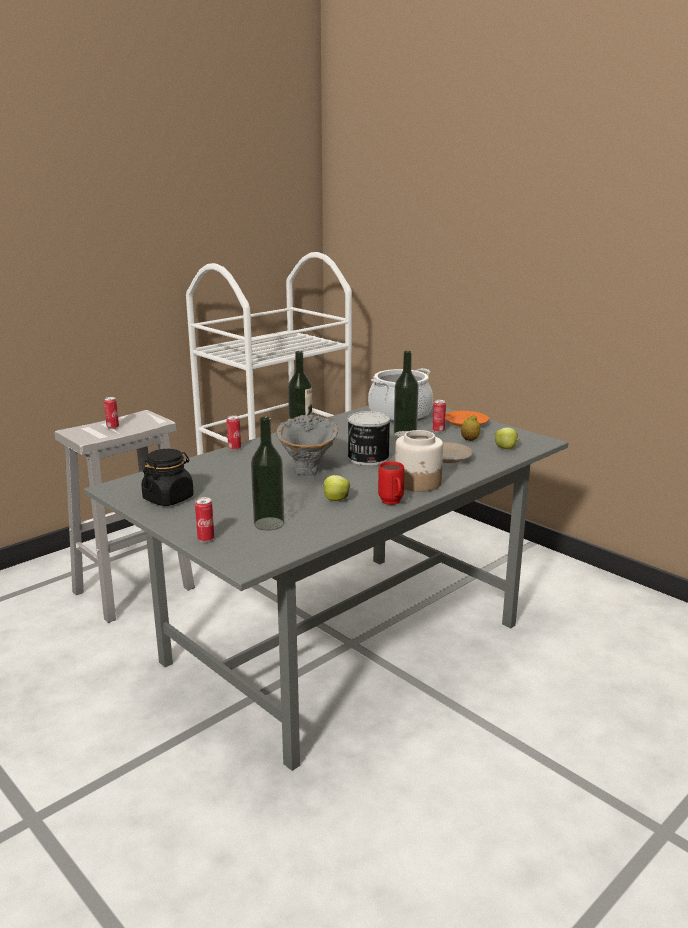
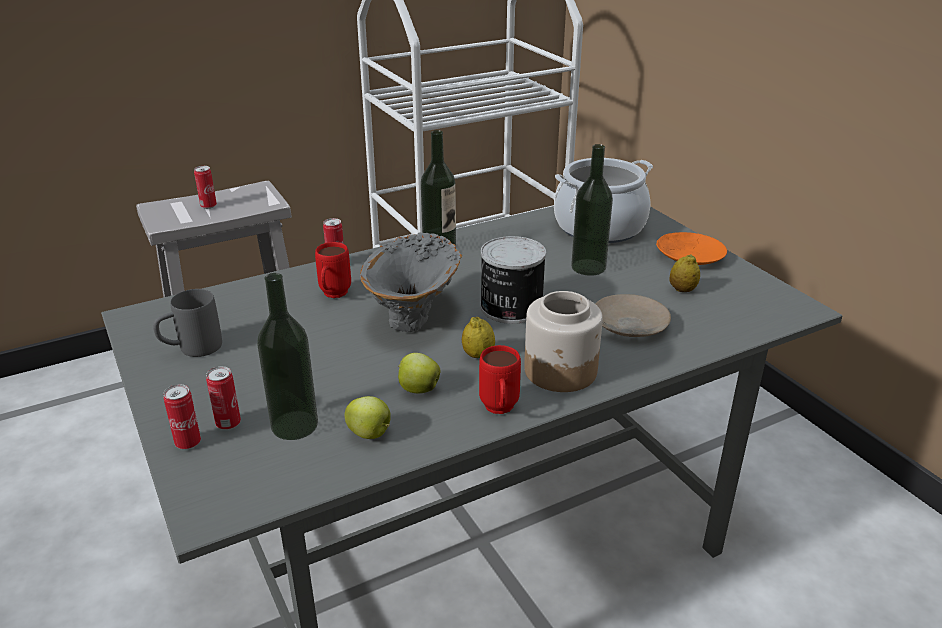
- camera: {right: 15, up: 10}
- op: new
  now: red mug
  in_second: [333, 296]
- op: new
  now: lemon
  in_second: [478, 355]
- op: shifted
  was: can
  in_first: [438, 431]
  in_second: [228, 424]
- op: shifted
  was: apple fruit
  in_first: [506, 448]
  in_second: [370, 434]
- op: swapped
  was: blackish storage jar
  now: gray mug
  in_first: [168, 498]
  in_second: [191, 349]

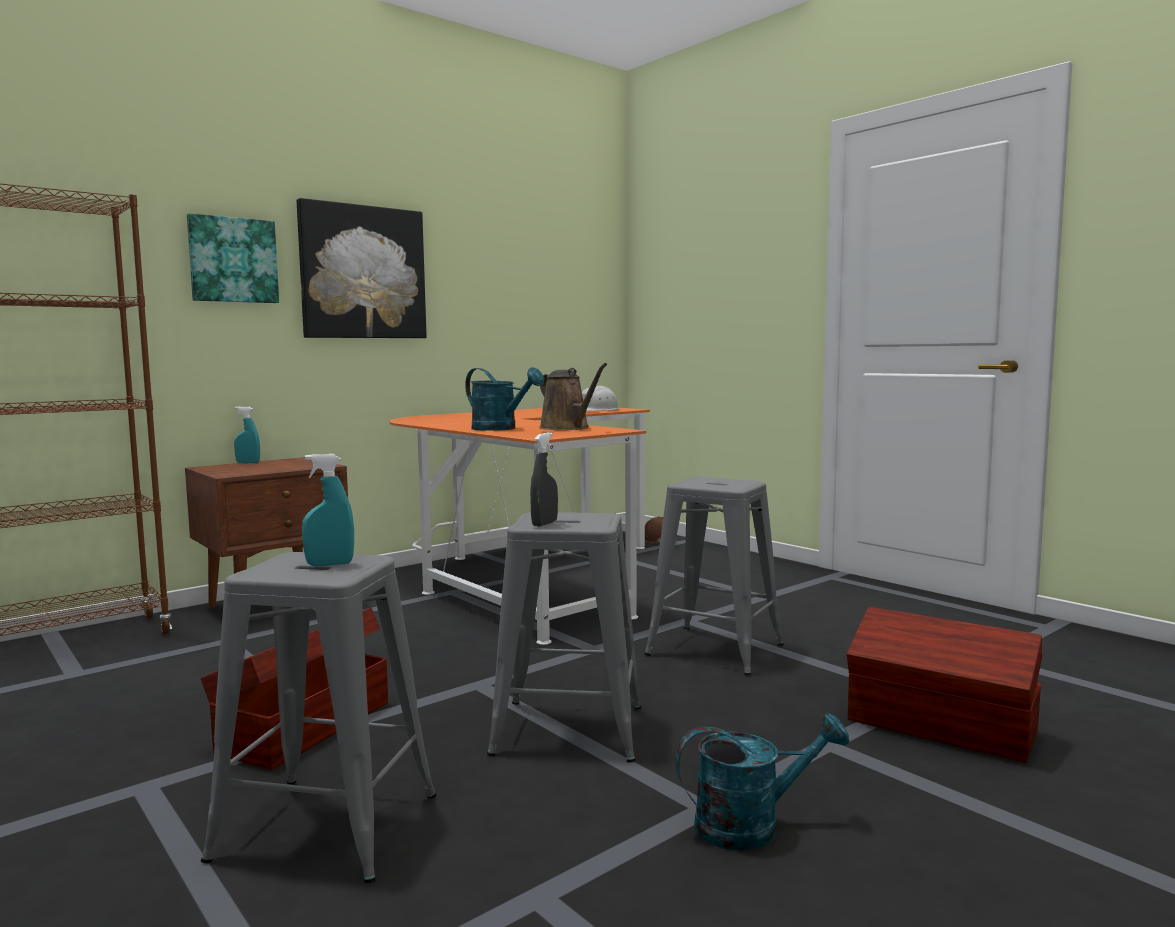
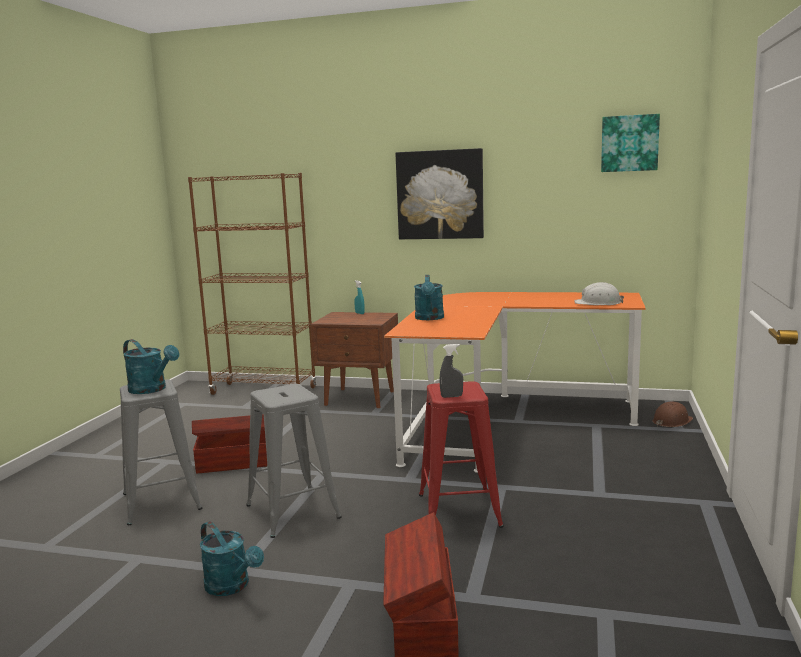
- camera: {right: 55, up: 5}
- op: gone
  was: brown sprinkling can
  in_first: [567, 428]
- op: shifted
  was: picture
  in_first: [233, 260]
  in_second: [629, 143]
- op: shifted
  was: gray hand sprayer
  in_first: [544, 524]
  in_second: [451, 396]
- op: swapped
  was: blue-green hand sprayer
  now: blue-green sprinkling can
  in_first: [329, 564]
  in_second: [152, 389]
- op: repainted
  was: gray sitting stool
  now: red sitting stool
  in_first: [715, 650]
  in_second: [459, 510]

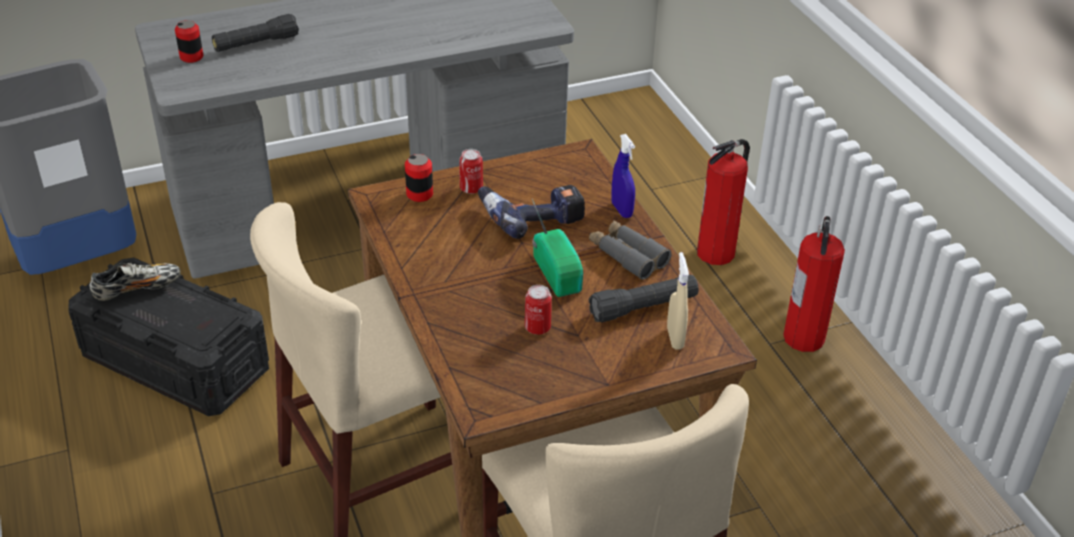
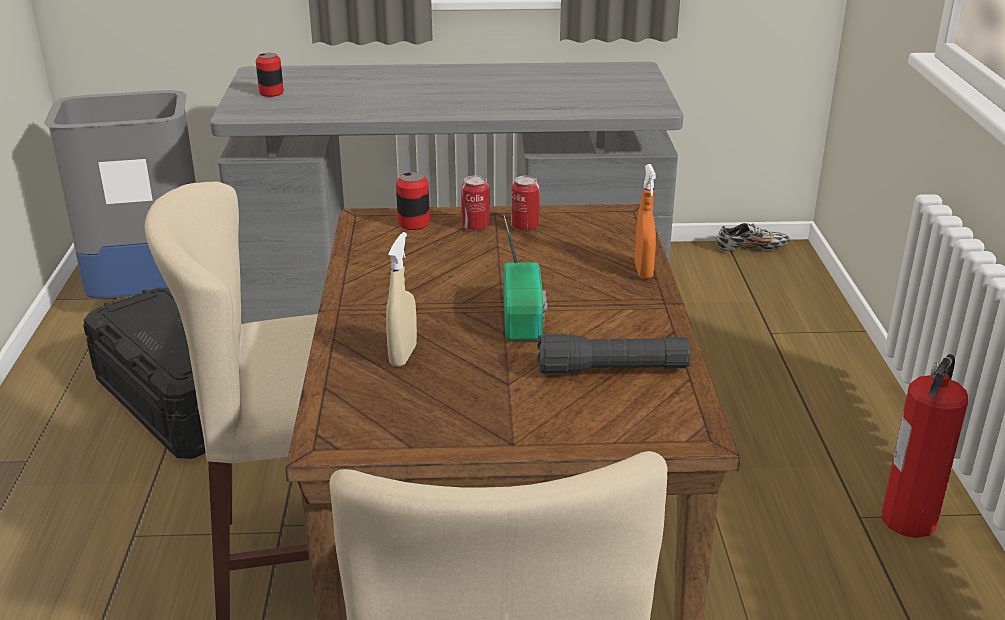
- camera: {right: 20, up: -10}
- op: gone
  was: blackish hand torch
  in_first: [256, 44]
- op: gone
  was: drill
  in_first: [531, 215]
- op: gone
  was: gray binoculars
  in_first: [627, 255]
- op: gone
  was: fire-fighting cylinder
  in_first: [716, 252]
- op: shifted
  was: shoe
  in_first: [137, 289]
  in_second: [751, 249]
- op: shifted
  was: can
  in_first: [537, 327]
  in_second: [525, 227]
- op: shifted
  was: beige hand sprayer
  in_first: [675, 338]
  in_second: [403, 355]
- op: repainted
  was: blue hand sprayer
  now: orange hand sprayer
  in_first: [621, 210]
  in_second: [643, 271]

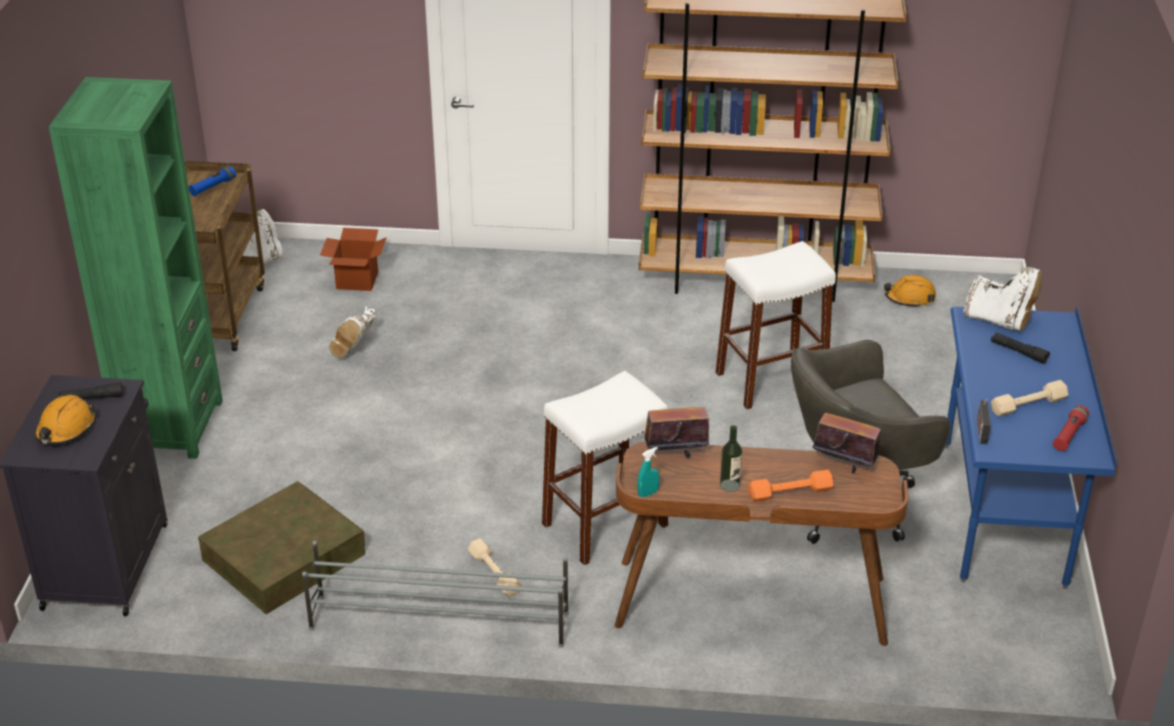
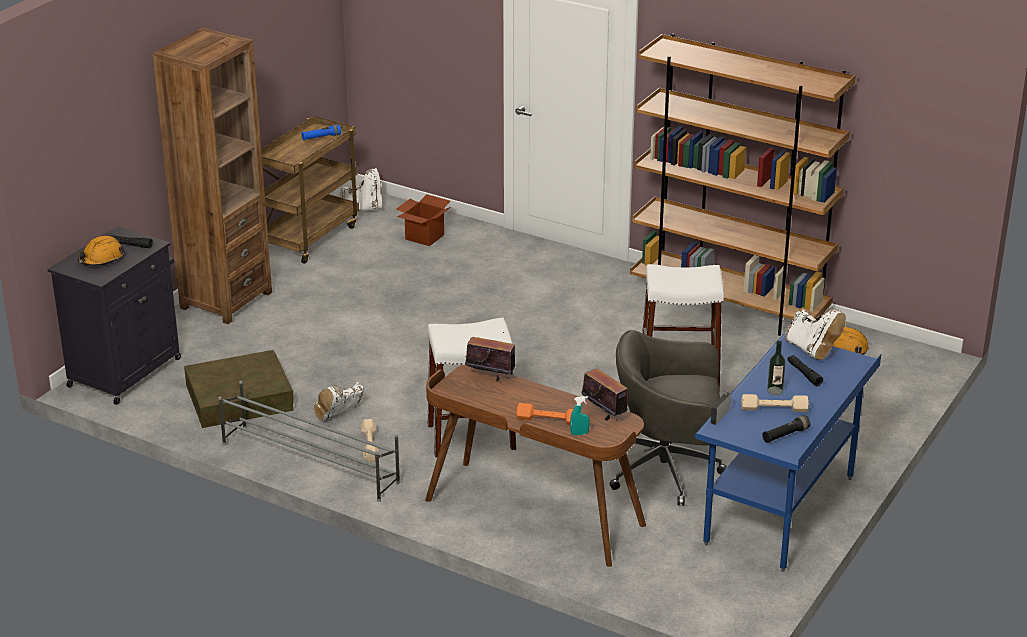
- camera: {right: 25, up: -5}
- op: shifted
  was: whitish boot
  in_first: [355, 349]
  in_second: [339, 416]
- op: shifted
  was: blue-green hand sprayer
  in_first: [648, 493]
  in_second: [579, 433]
- op: shifted
  was: drink bottle
  in_first: [729, 485]
  in_second: [775, 390]
- op: repainted
  was: greenish bookshelf
  now: brown bookshelf
  in_first: [170, 426]
  in_second: [226, 300]
- op: repainted
  was: red hand torch
  now: blackish hand torch
  in_first: [1069, 435]
  in_second: [785, 435]

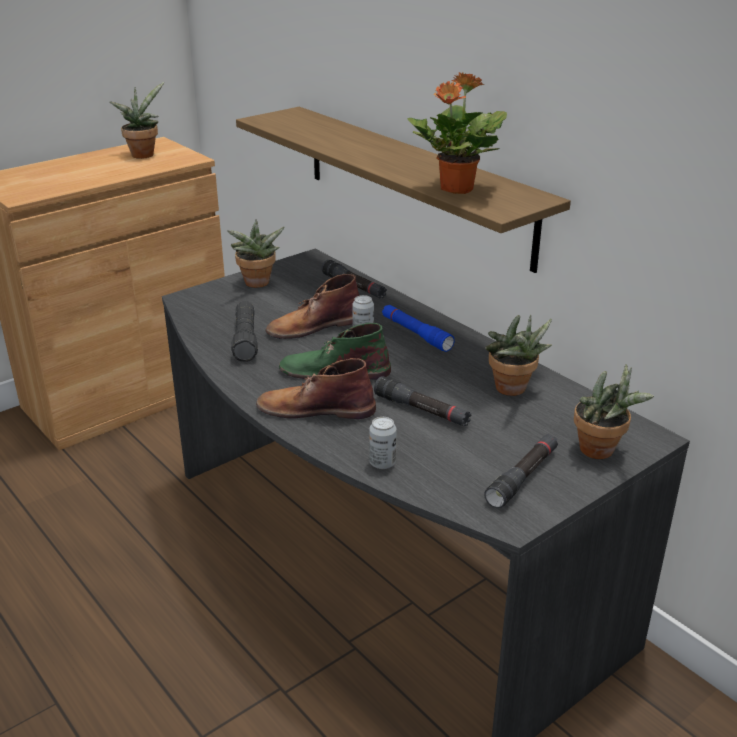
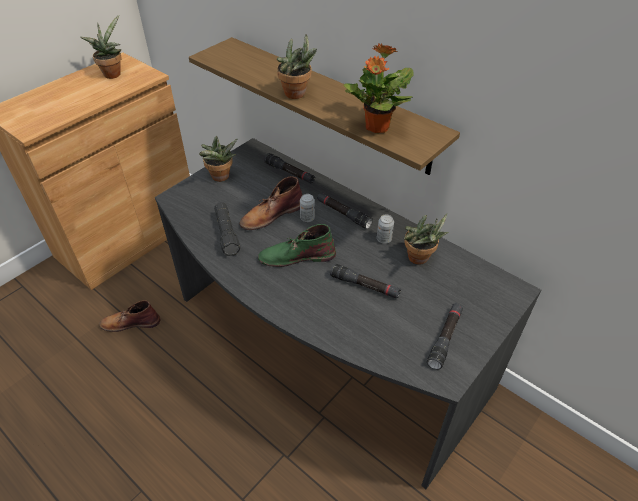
- camera: {right: -10, up: 15}
- op: shifted
  was: brown boot
  in_first: [315, 409]
  in_second: [130, 323]
- op: shifted
  was: can
  in_first: [382, 463]
  in_second: [384, 239]
- op: shifted
  was: plant in a pot
  in_first: [602, 451]
  in_second: [298, 94]
- op: repainted
  was: blue hand torch
  now: blackish hand torch
  in_first: [416, 334]
  in_second: [343, 214]

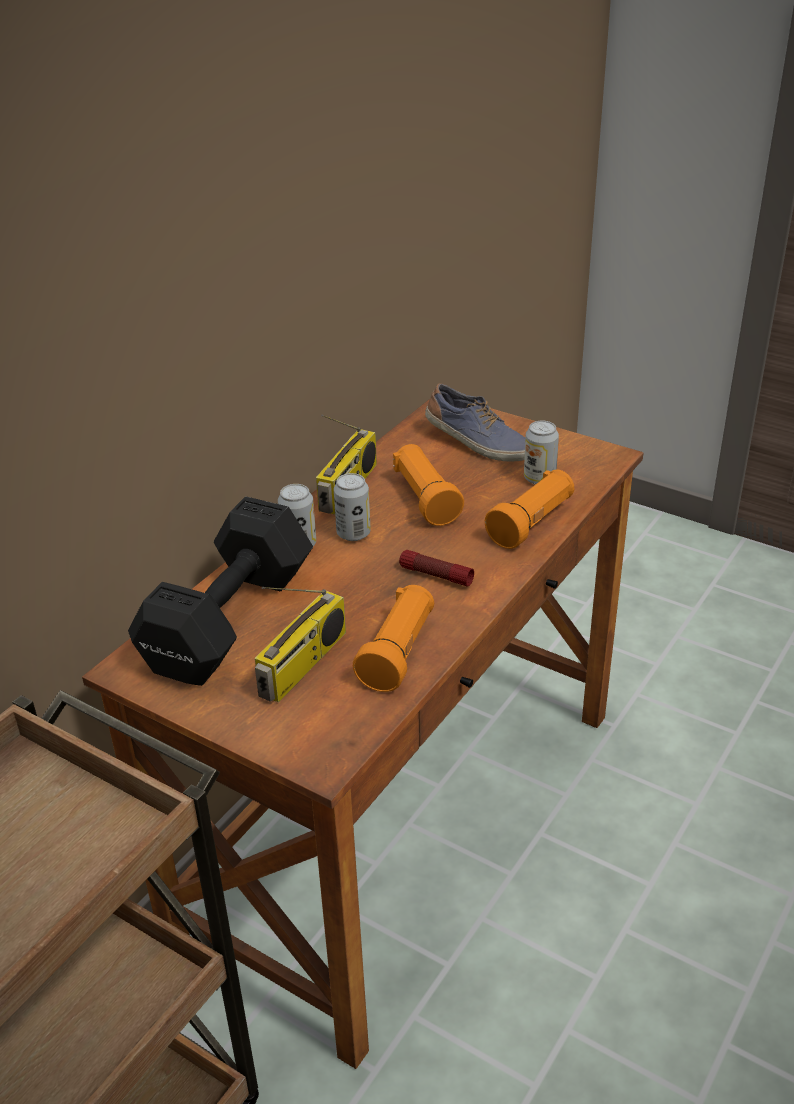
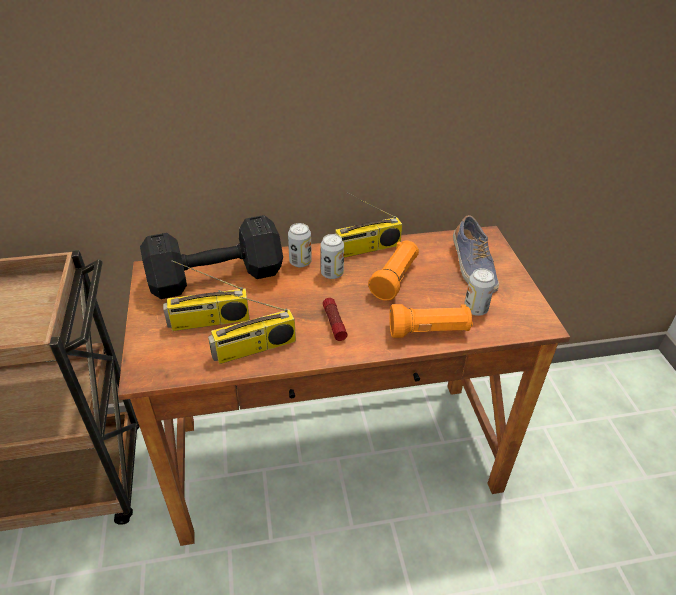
- camera: {right: 45, up: 5}
- op: swapped
  was: orange hand torch
  now: radio
  in_first: [398, 652]
  in_second: [254, 349]

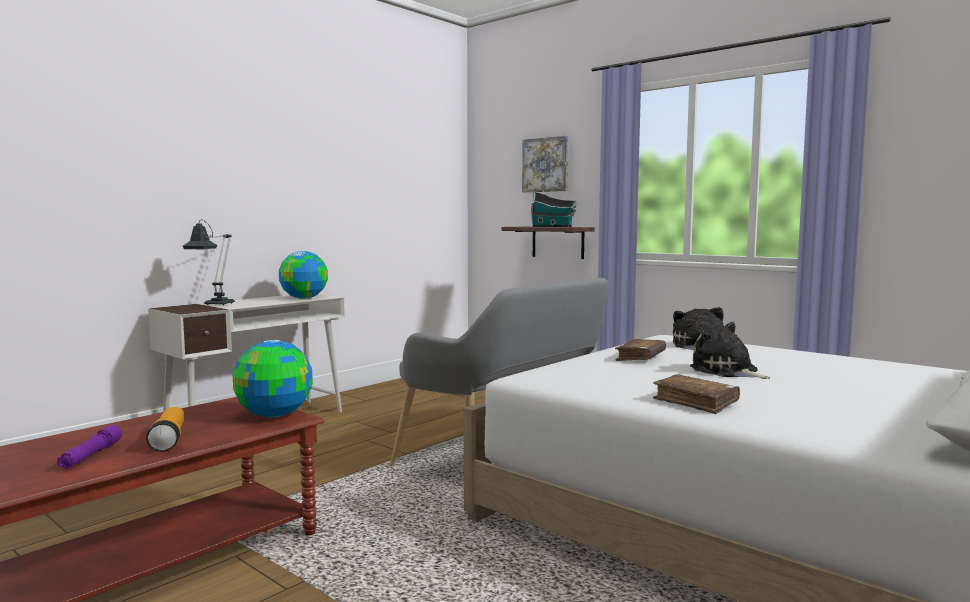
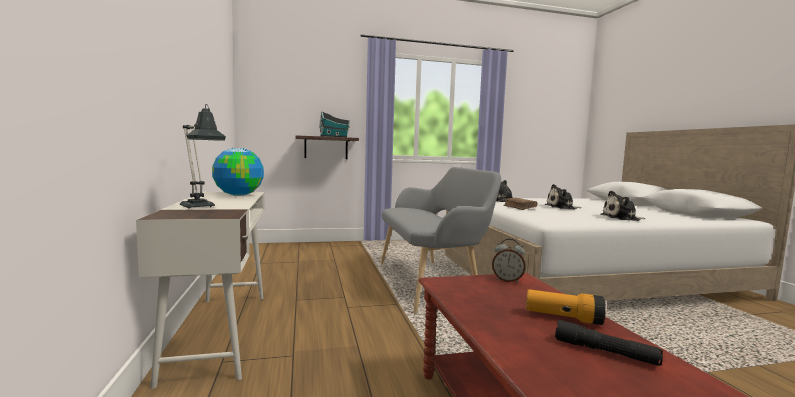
- camera: {right: -55, up: 0}
- op: gone
  was: picture
  in_first: [546, 165]
- op: swapped
  was: globe
  now: table clock
  in_first: [275, 415]
  in_second: [507, 280]
- op: swapped
  was: brown volume
  now: cuddly toy
  in_first: [695, 402]
  in_second: [622, 218]
- op: repainted
  was: purplish hand torch
  now: blackish hand torch
  in_first: [91, 456]
  in_second: [605, 352]

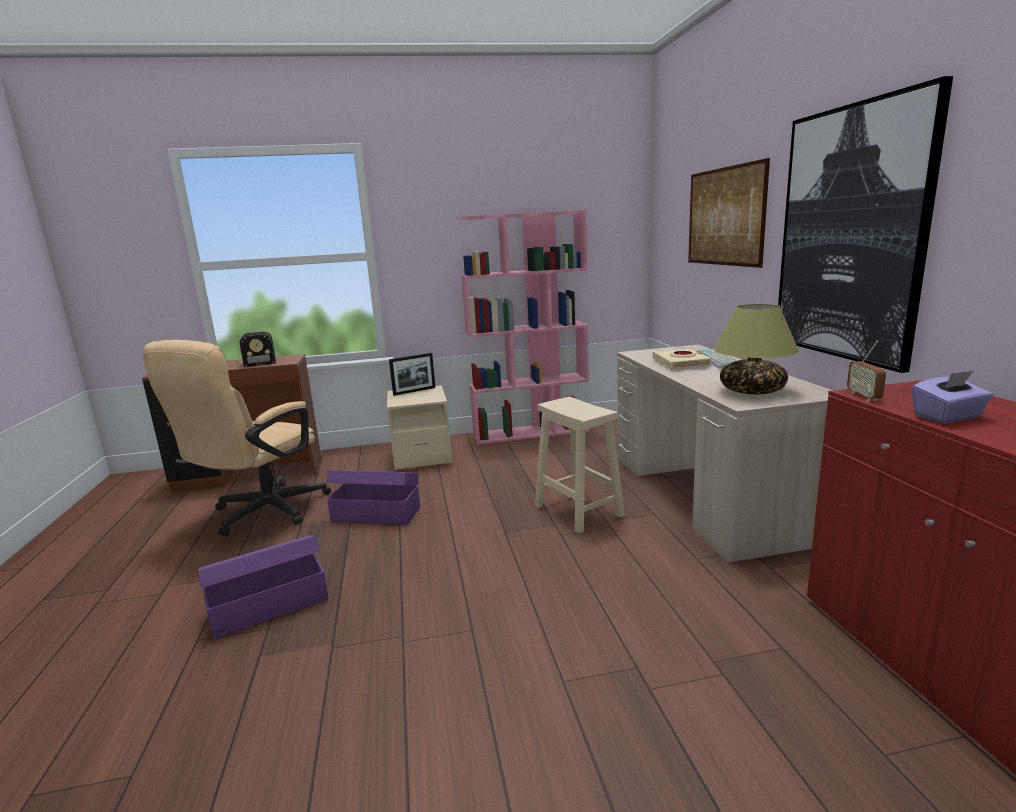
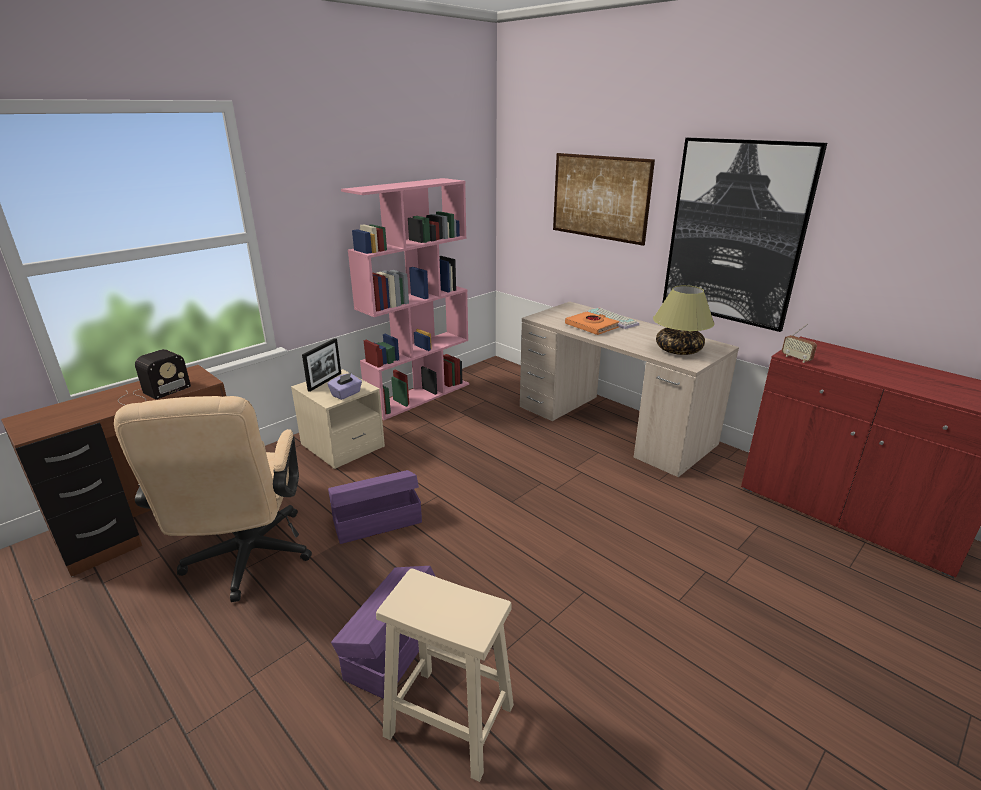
- camera: {right: -35, up: 10}
- op: shifted
  was: beige sitting stool
  in_first: [577, 510]
  in_second: [447, 720]
- op: shifted
  was: purplish box of tissues
  in_first: [948, 417]
  in_second: [346, 394]
- op: repainted
  was: beige volume
  now: orange volume
  in_first: [681, 363]
  in_second: [591, 326]

